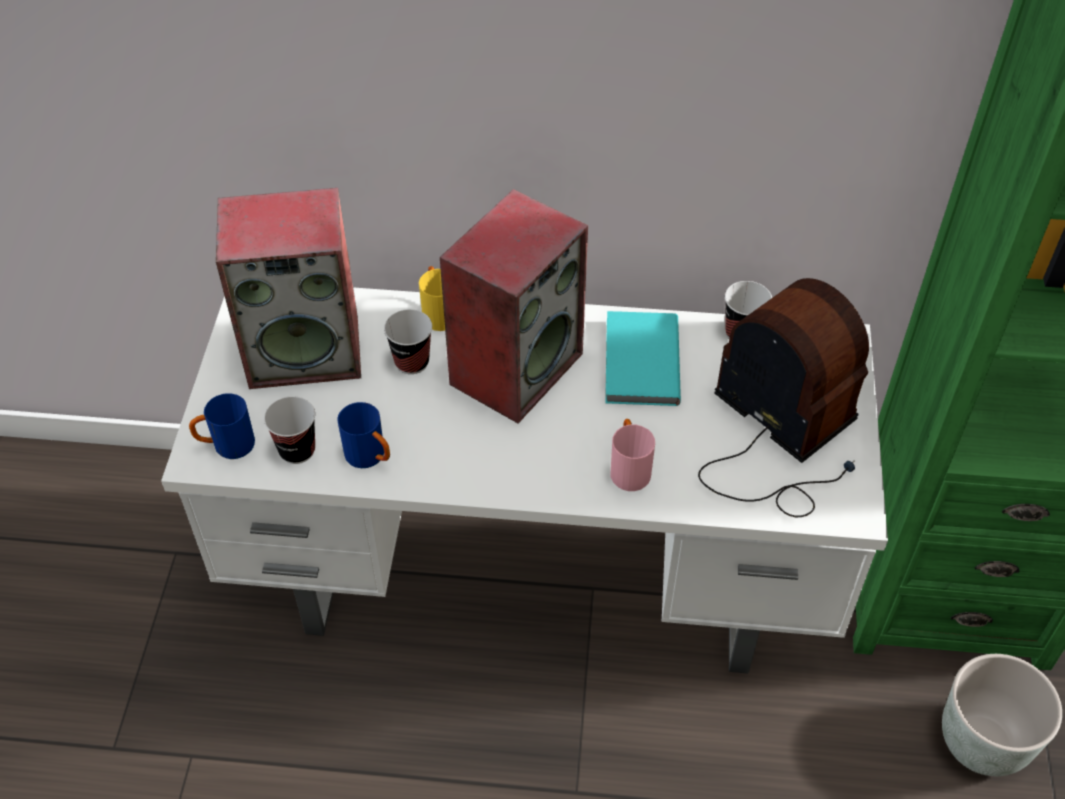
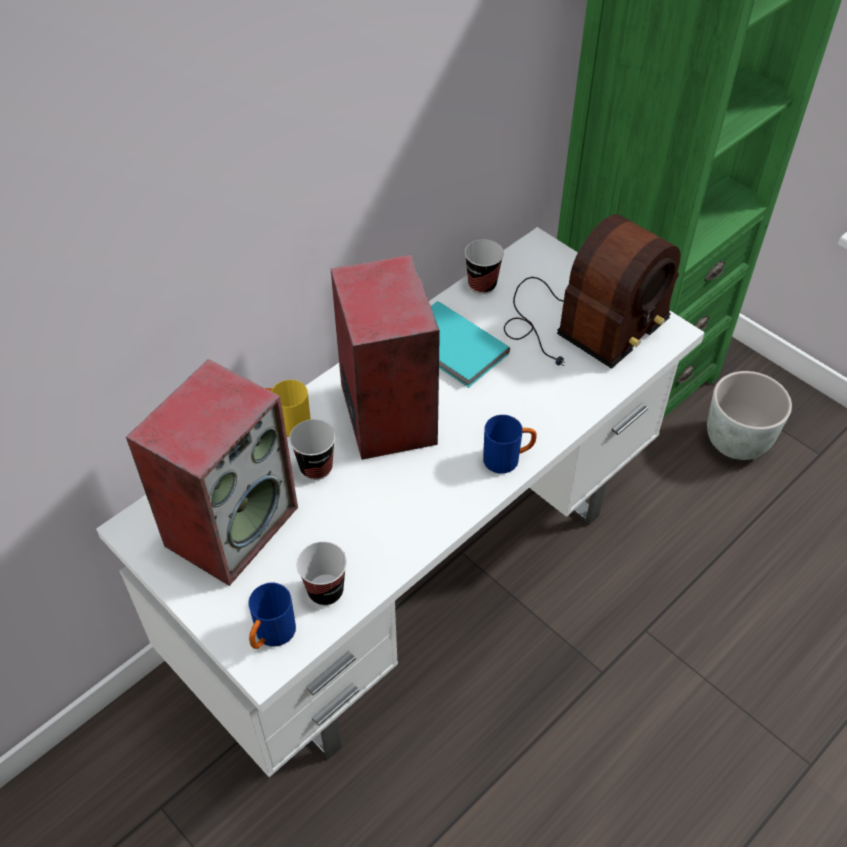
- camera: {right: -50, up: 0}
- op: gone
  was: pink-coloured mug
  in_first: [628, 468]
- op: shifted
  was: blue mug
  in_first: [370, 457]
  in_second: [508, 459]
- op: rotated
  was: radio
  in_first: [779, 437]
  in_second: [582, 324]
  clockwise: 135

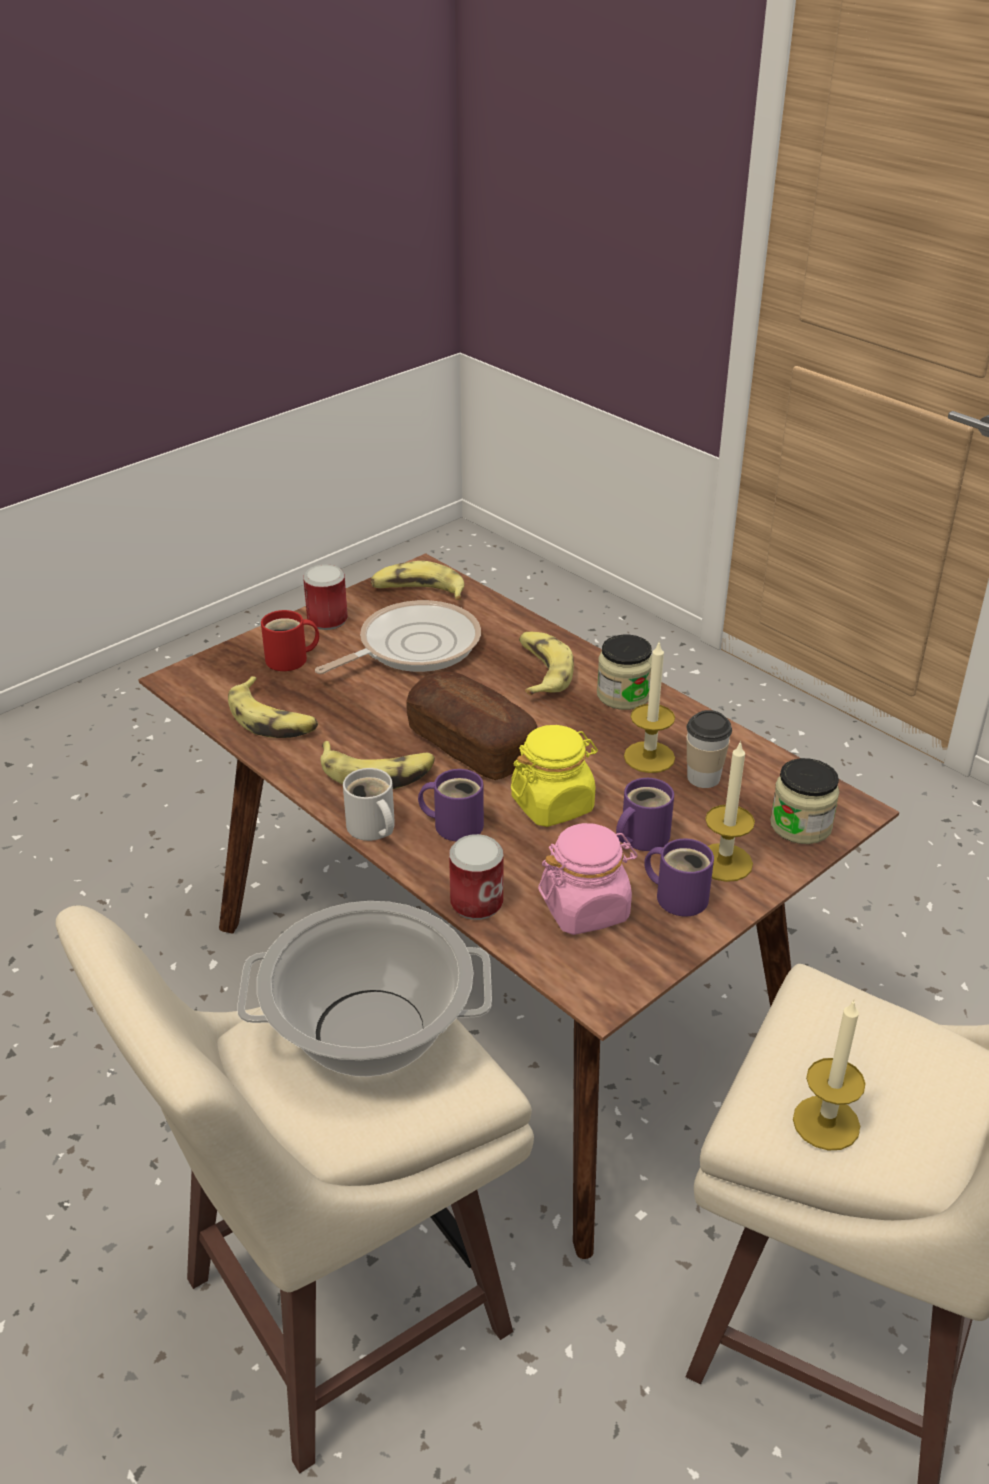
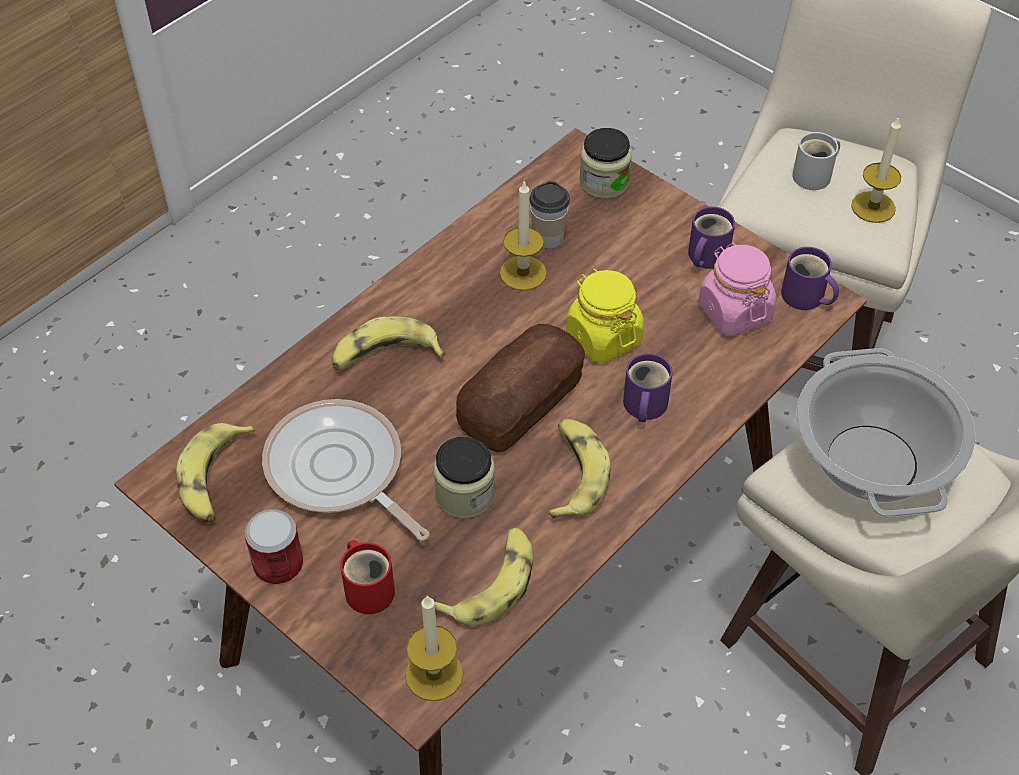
- camera: {right: -95, up: 15}
- op: gone
  was: can
  in_first: [476, 903]
- op: shifted
  was: whitish mug
  in_first: [371, 829]
  in_second: [815, 176]
- op: shifted
  was: storage jar
  in_first: [623, 695]
  in_second: [465, 495]
- op: shifted
  was: purplish mug
  in_first: [640, 837]
  in_second: [805, 298]
- op: shifted
  was: candle
  in_first: [724, 862]
  in_second: [434, 674]

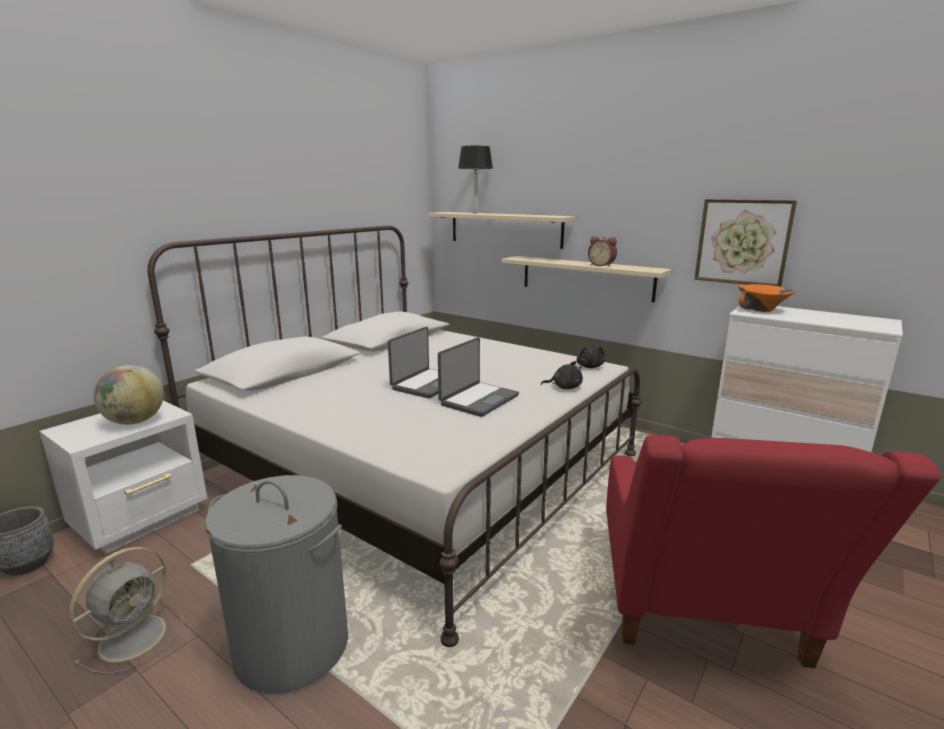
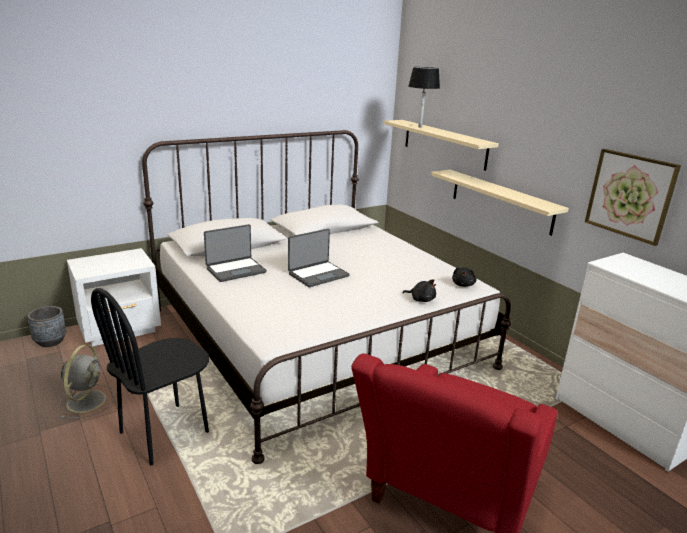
- camera: {right: 20, up: 5}
- op: gone
  was: globe
  in_first: [135, 421]
- op: gone
  was: table clock
  in_first: [602, 265]
- op: gone
  was: orange serving bowl
  in_first: [762, 310]
- op: shifted
  was: laptop
  in_first: [478, 400]
  in_second: [235, 270]
- op: swapped
  was: gray laundry basket
  now: blackish upright chair
  in_first: [291, 646]
  in_second: [164, 433]
- op: rotated
  was: gray fan
  in_first: [135, 636]
  in_second: [87, 400]
  clockwise: -45

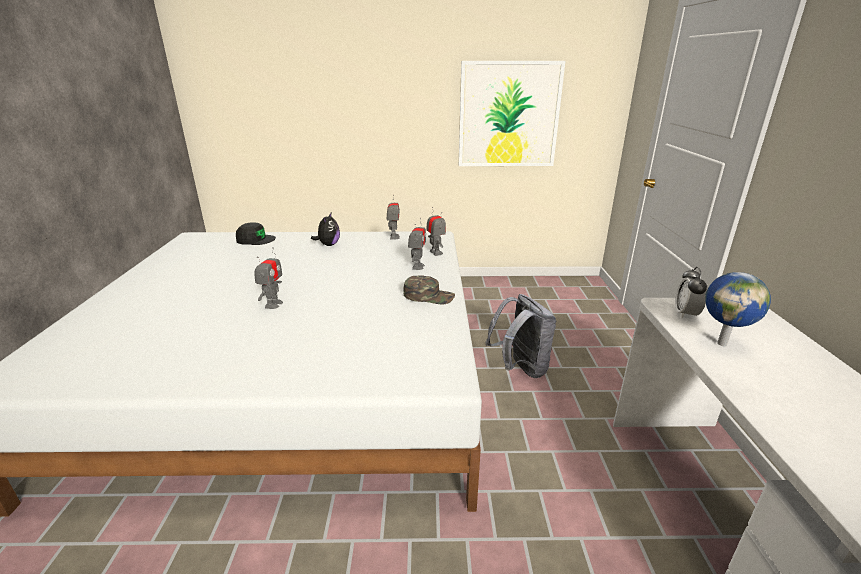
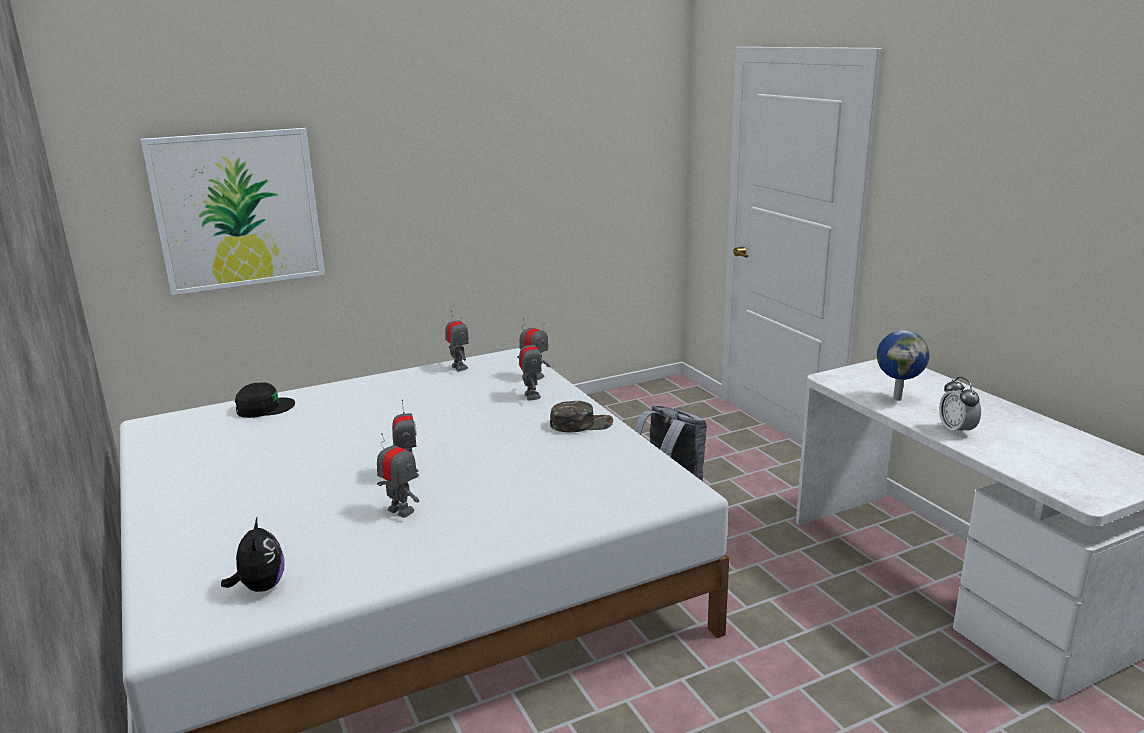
- camera: {right: -25, up: -5}
- op: new
  now: robot figure
  in_second: [401, 511]
- op: shifted
  was: cuddly toy
  in_first: [328, 245]
  in_second: [260, 587]
- op: shifted
  was: picture
  in_first: [508, 115]
  in_second: [238, 210]
- op: shifted
  was: table clock
  in_first: [686, 314]
  in_second: [956, 431]

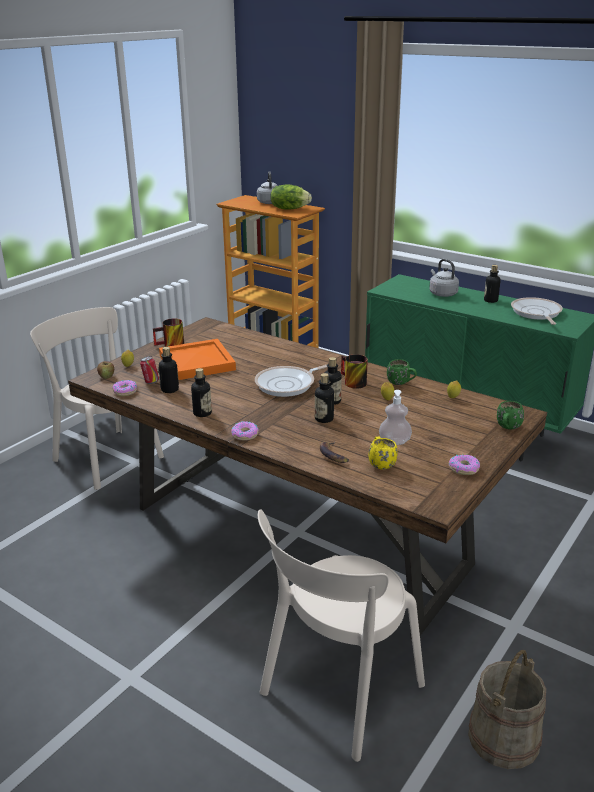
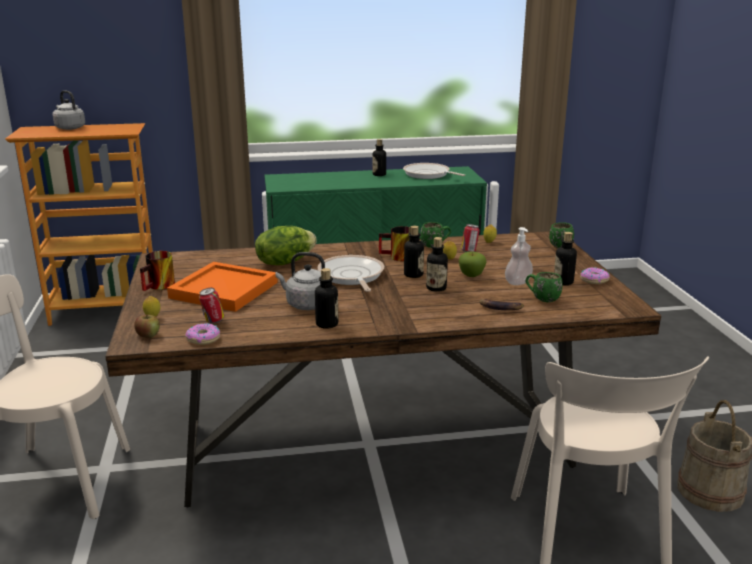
- camera: {right: -45, up: -5}
- op: gone
  was: ring doughnut
  in_first: [245, 435]
- op: new
  now: apple fruit
  in_second: [471, 275]
- op: new
  now: can
  in_second: [469, 251]
- op: shifted
  was: drink bottle
  in_first: [170, 390]
  in_second: [563, 282]
- op: shifted
  was: lettuce
  in_first: [289, 209]
  in_second: [285, 262]
- op: shifted
  was: gray water kettle
  in_first: [442, 293]
  in_second: [306, 304]
- op: repainted
  was: yellow-coloured mug
  now: greenish mug
  in_first: [380, 463]
  in_second: [541, 299]
- op: rotated
  was: pan
  in_first: [288, 384]
  in_second: [351, 276]
  clockwise: 150

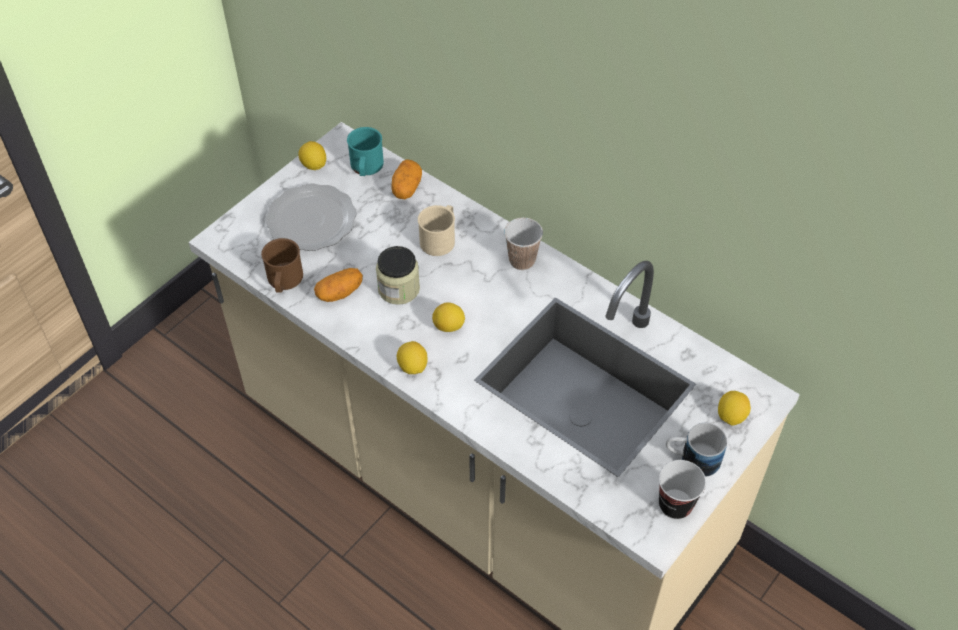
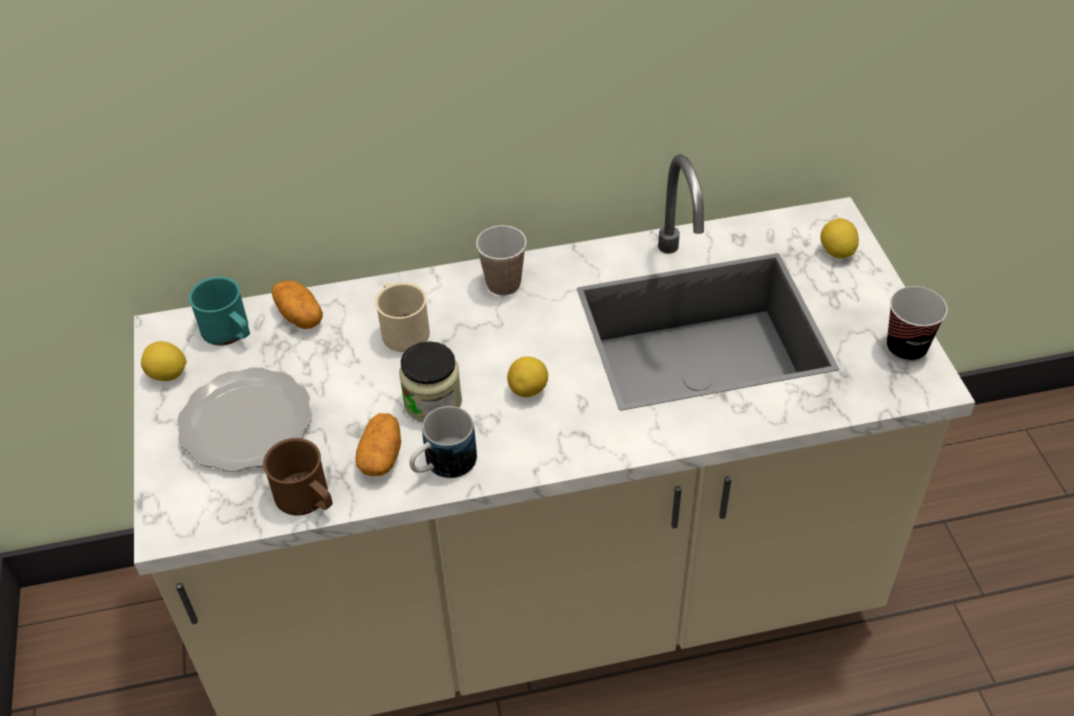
- camera: {right: -50, up: -5}
- op: gone
  was: lemon
  in_first: [412, 366]
- op: shifted
  was: mug
  in_first: [691, 459]
  in_second: [442, 466]

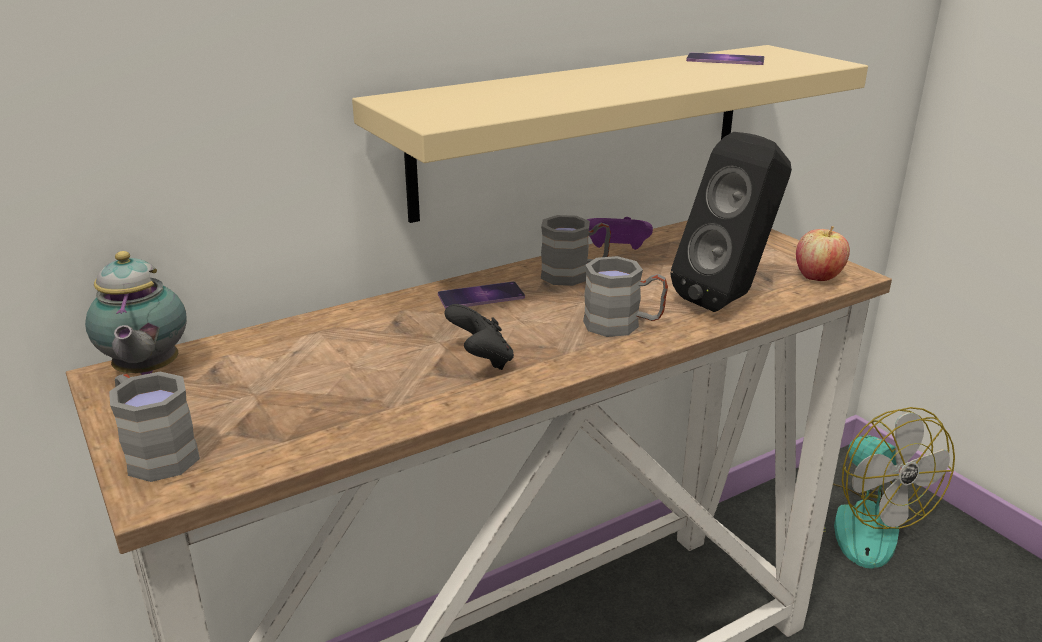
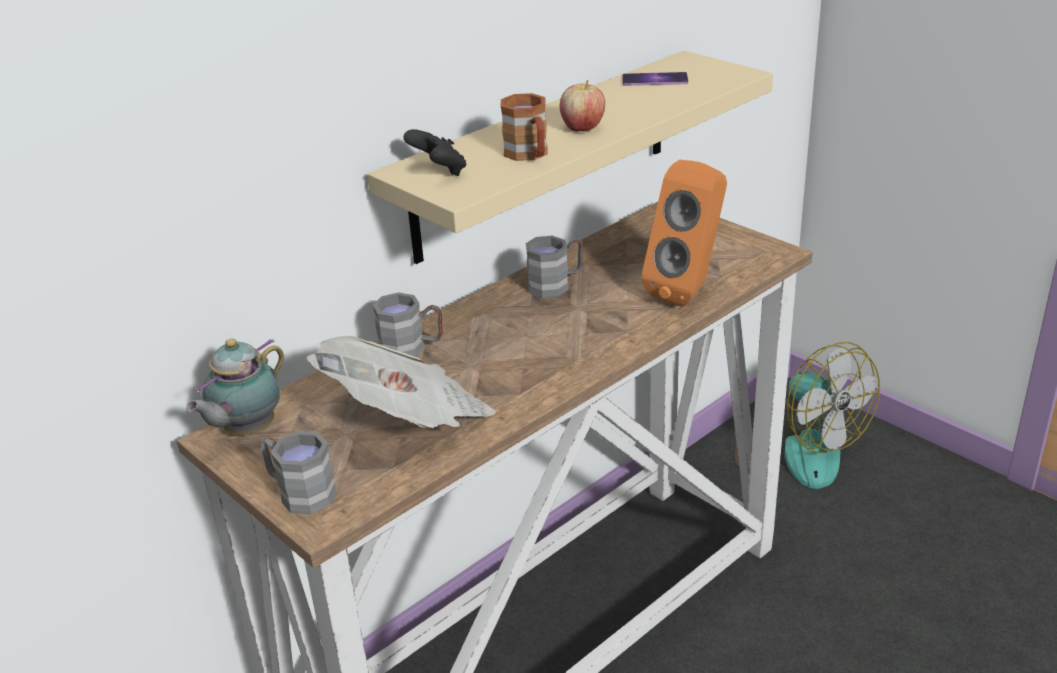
- camera: {right: -10, up: 5}
- op: gone
  was: phone
  in_first: [481, 296]
- op: gone
  was: purplish gamepad
  in_first: [616, 252]
- op: new
  now: newspaper
  in_second: [409, 420]
- op: new
  now: brown mug
  in_second: [529, 155]
- op: shifted
  was: blackish gamepad
  in_first: [481, 360]
  in_second: [439, 172]
- op: shifted
  was: gray mug
  in_first: [623, 325]
  in_second: [412, 347]
- op: shifted
  was: apple fruit
  in_first: [818, 277]
  in_second: [583, 128]
- op: repainted
  was: blackish loudspeaker
  now: orange loudspeaker
  in_first: [729, 299]
  in_second: [689, 291]
- op: rotated
  was: teapot
  in_first: [146, 373]
  in_second: [246, 430]
  clockwise: 60

